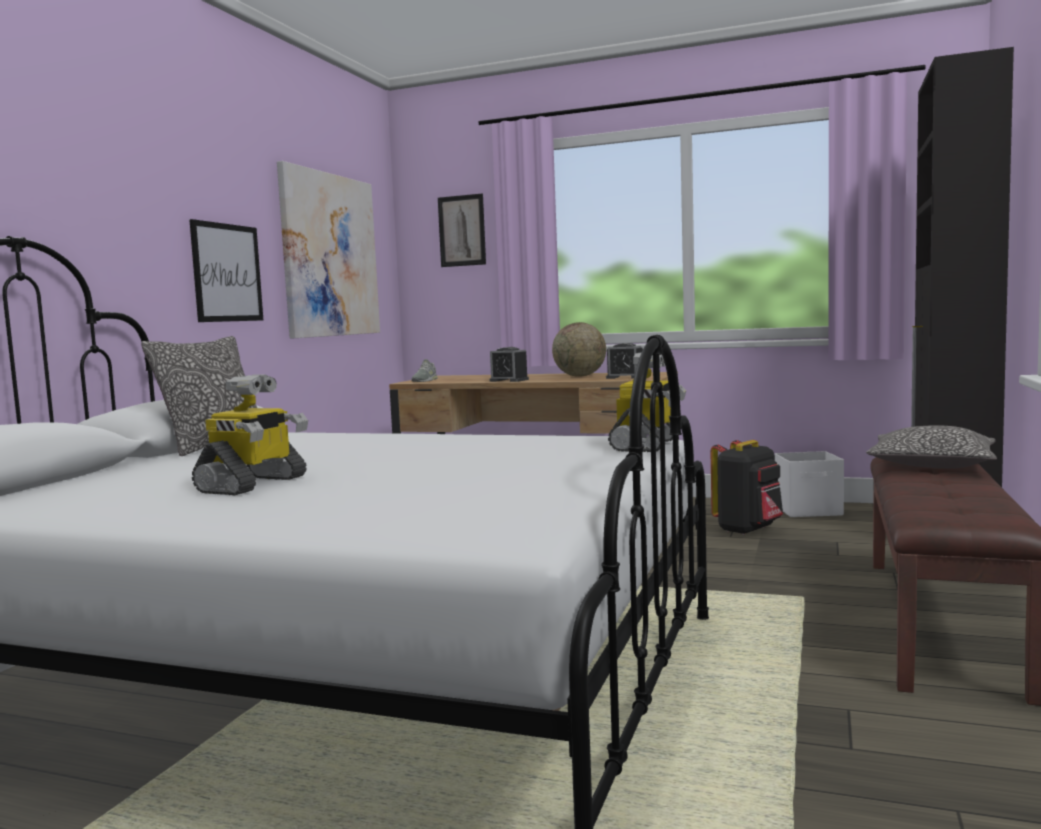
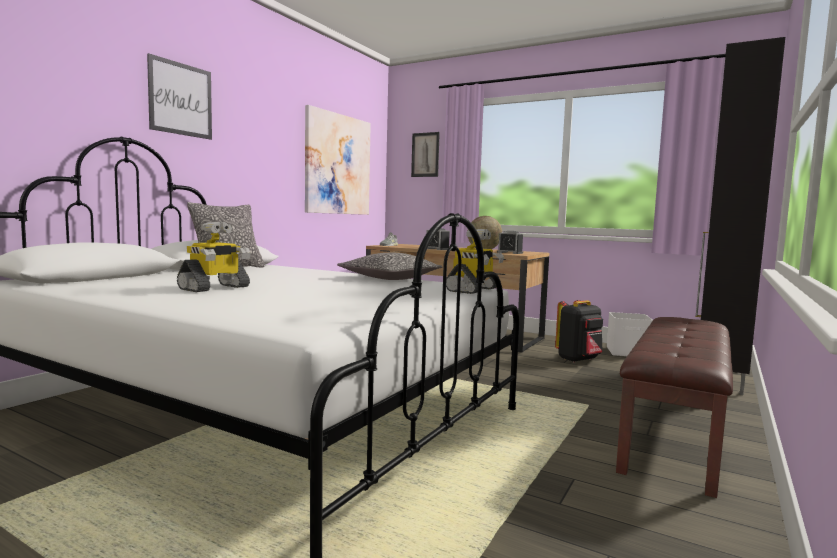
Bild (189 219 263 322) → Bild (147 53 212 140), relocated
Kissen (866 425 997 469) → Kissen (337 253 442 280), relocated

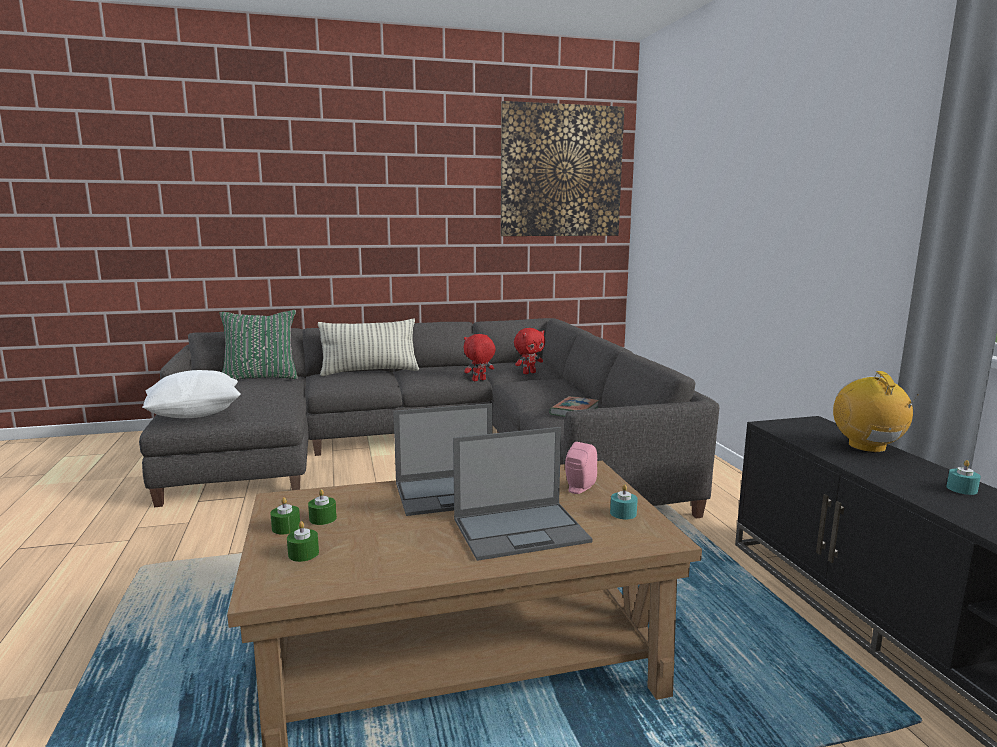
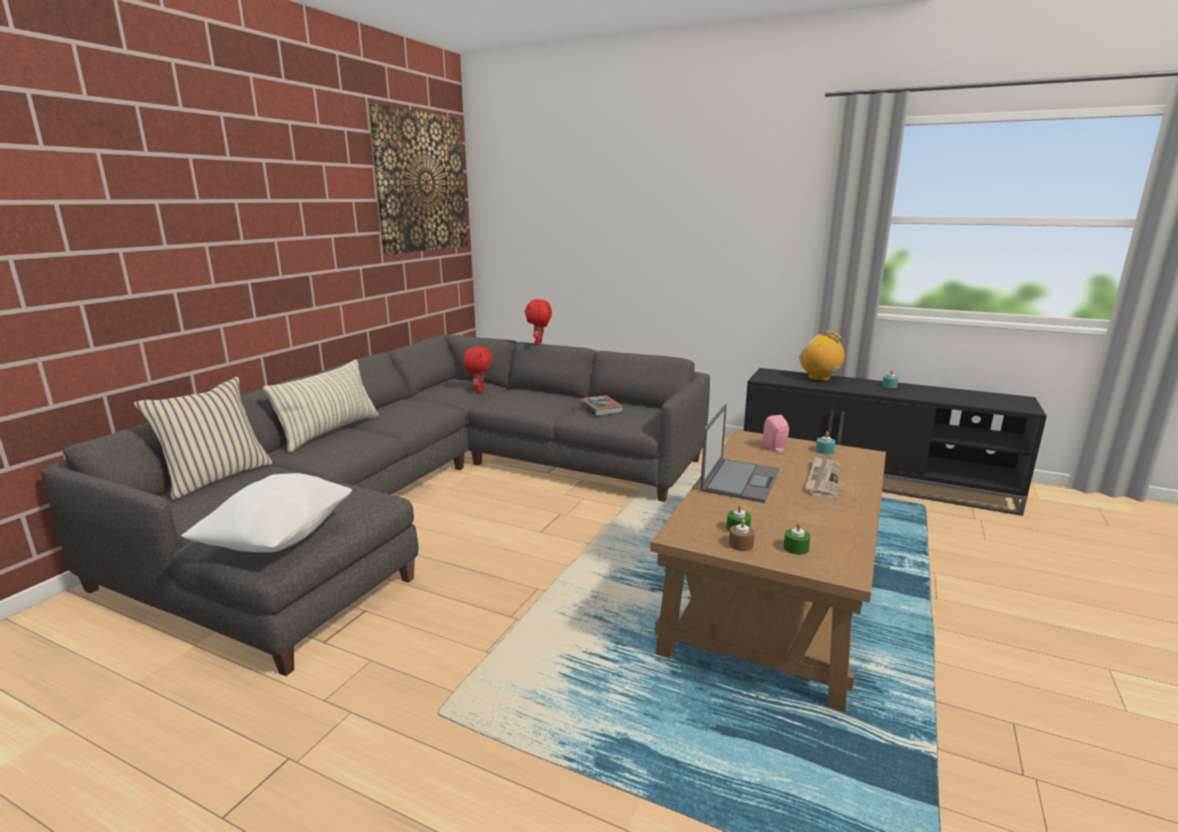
Kissen/grün (220 310 298 380) → Kissen/beige (133 377 273 500)
Plüschtier/rot (464 334 496 381) → Plüschtier/rot (525 299 552 345), relocated
Kerze/grün (270 497 300 534) → Kerze/braun (729 519 755 551)
Laptop (453 427 593 561) → Zeitung (805 456 840 499)

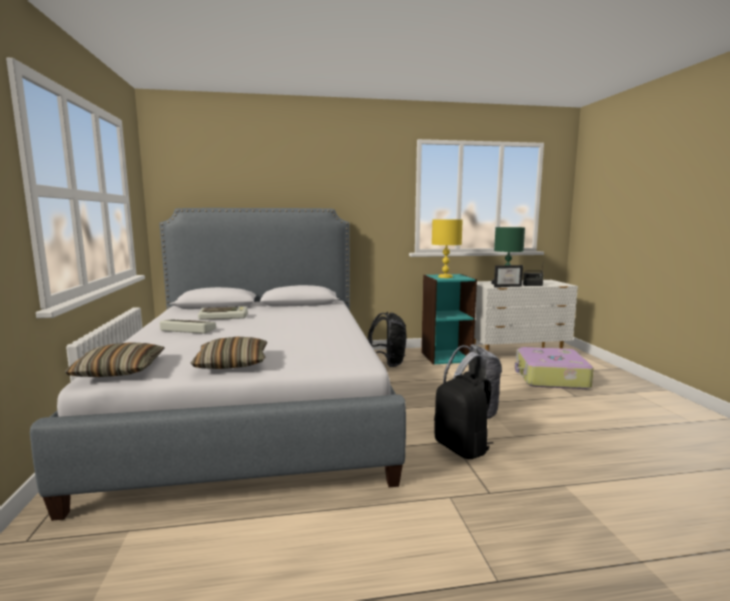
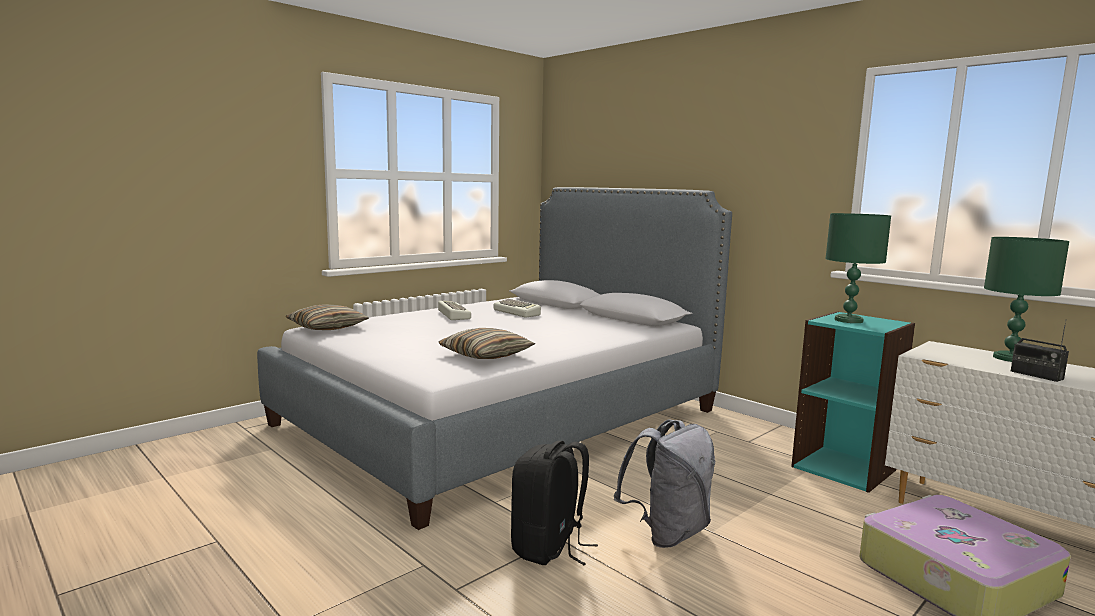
Kissen (191 337 267 369) → Kissen (438 328 535 359), relocated
Tischlampe/gelb (432 219 463 278) → Tischlampe/grün (825 213 891 323)
Rucksack/schwarz (368 312 406 367) → -
Bilderrahmen (491 265 523 287) → -

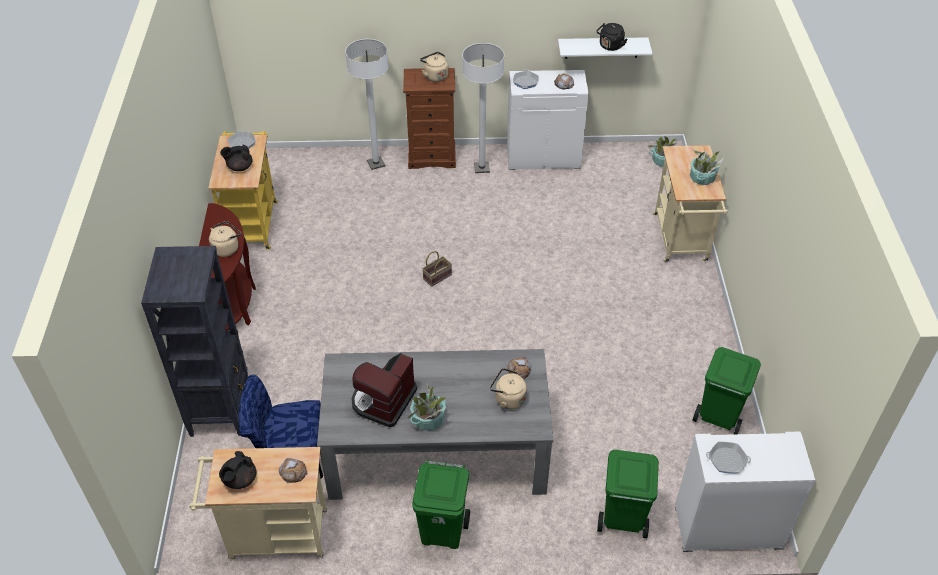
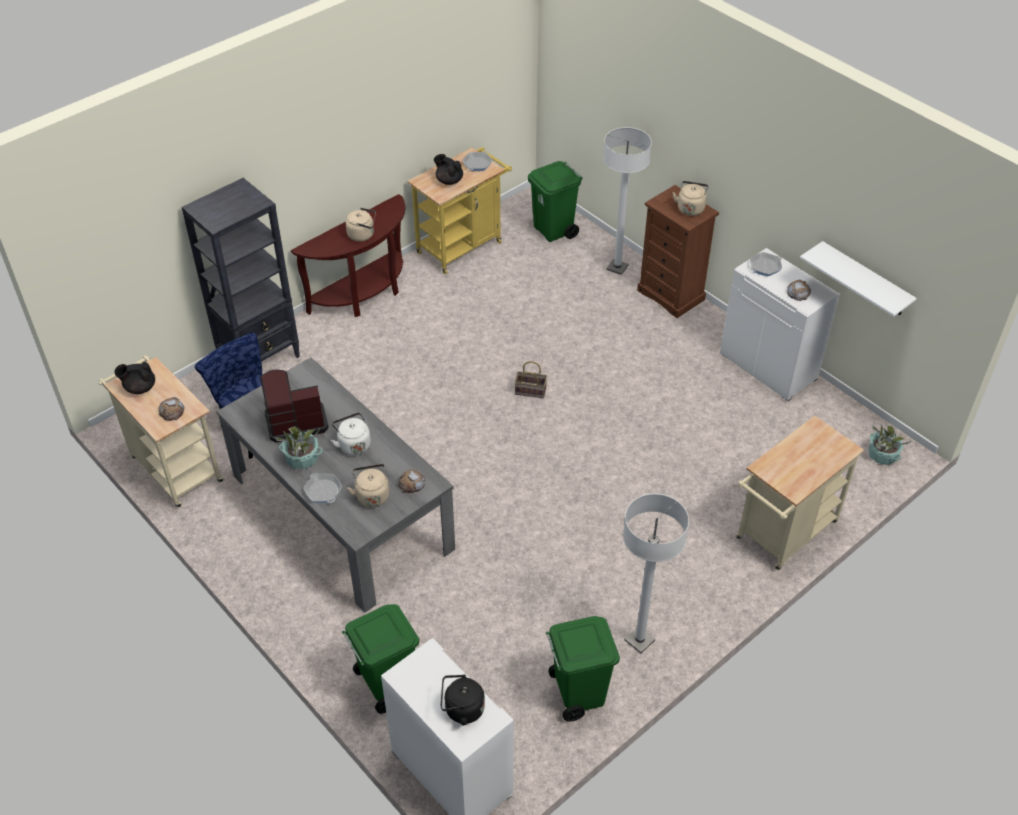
Pfanne (706 442 751 474) → Pfanne (303 473 342 503), relocated
- → Wasserkessel/weiß (331 412 371 455)
Wasserkessel/schwarz (597 23 627 51) → Wasserkessel/schwarz (441 675 485 726), relocated
Mülleimer/grün (412 460 470 549) → Mülleimer/grün (528 161 583 242), relocated
Stehlampe/weiß (462 43 504 173) → Stehlampe/weiß (623 493 689 653), relocated
Topfpflanze (690 149 723 185) → -

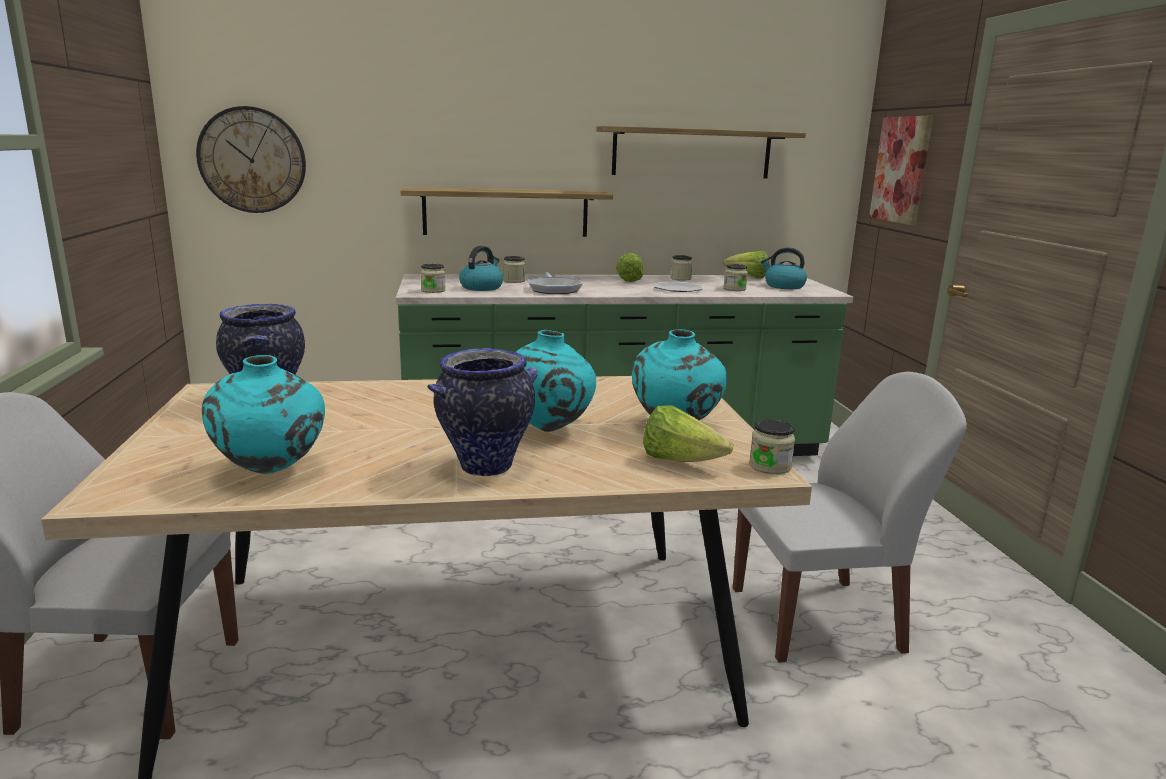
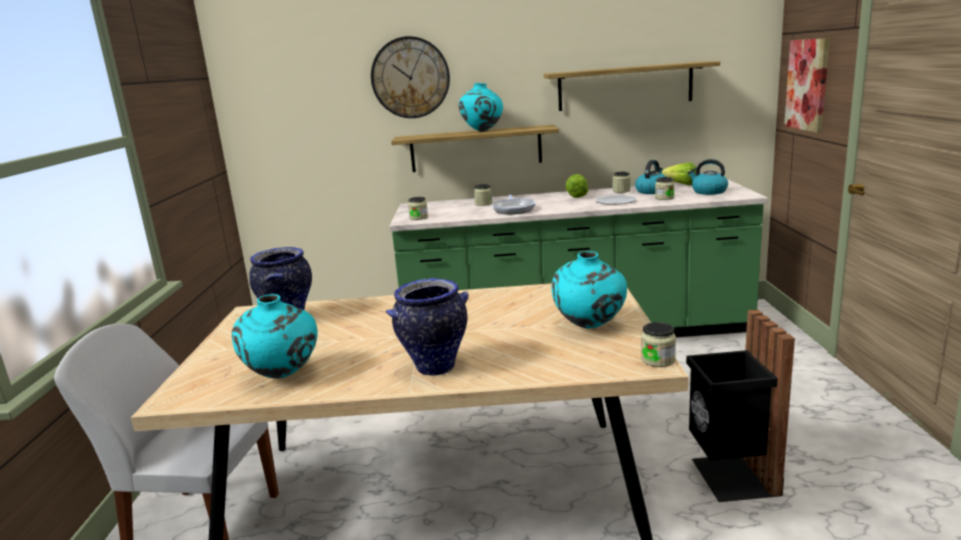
Wanduhr (196 106 306 213) → Wanduhr (371 36 450 118), relocated
Vase/türkis (516 330 596 432) → Vase/türkis (459 83 503 132), relocated
Wasserkessel (459 246 503 291) → Wasserkessel (635 160 666 194), relocated
Stuhl/weiß (733 372 967 663) → Mülleimer/schwarz (686 309 795 502)
Salatkopf (643 405 733 462) → -

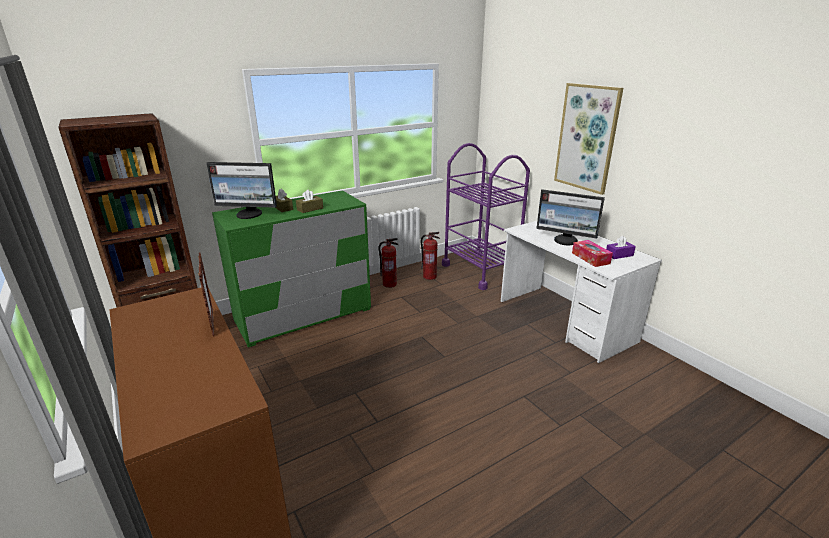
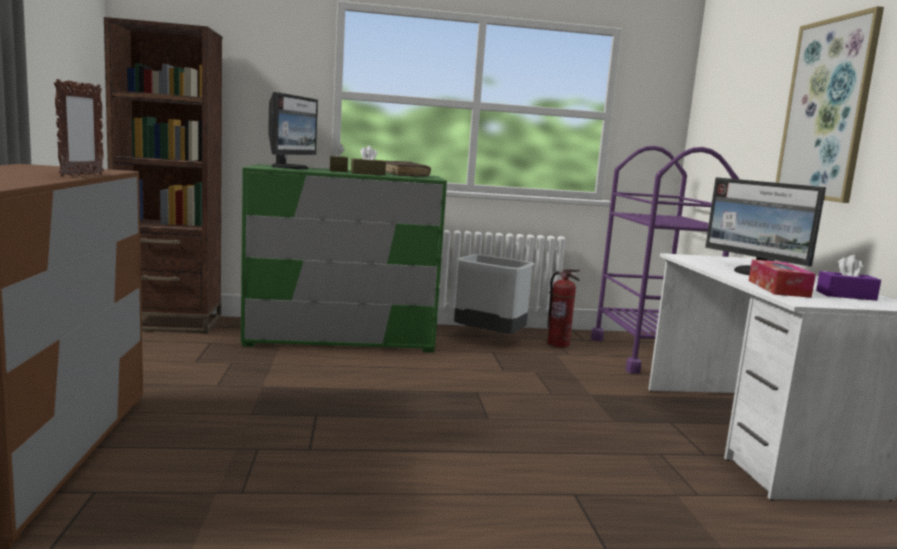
Monitor (206 162 277 219) → Monitor (268 92 318 169), 105 degrees counterclockwise
- → Buch/braun (386 160 431 177)
Feuerlöscher (378 238 398 288) → Mülleimer/grau (454 254 534 333)

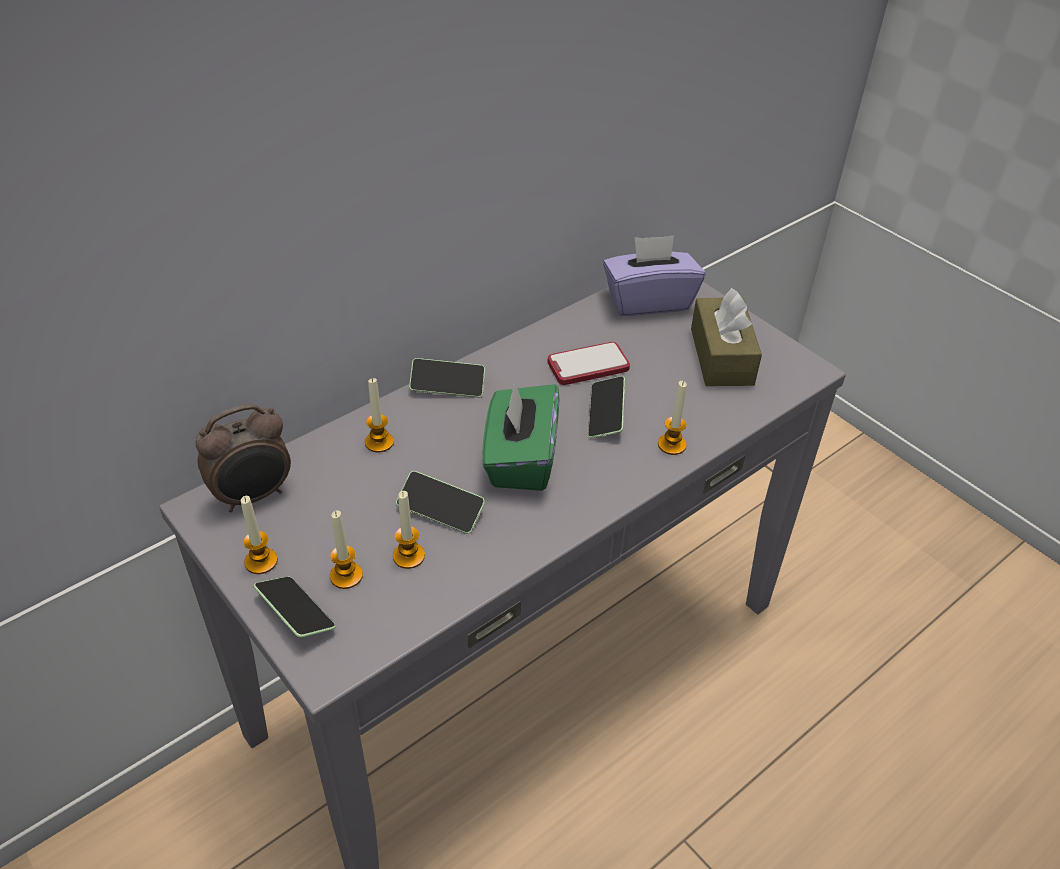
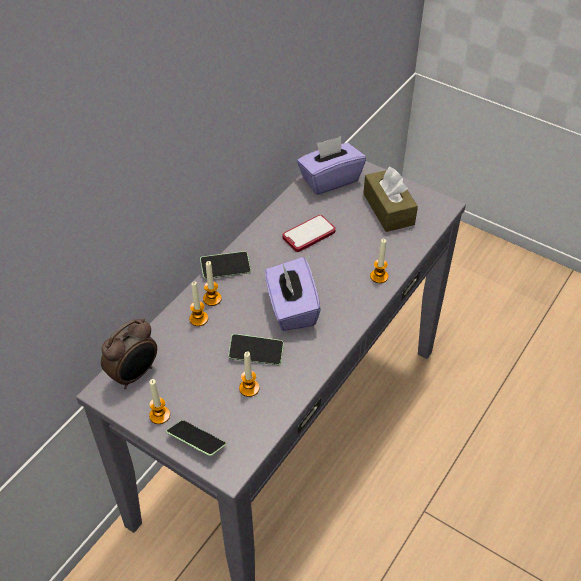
Kerze (330 510 363 589) → Kerze (203 261 222 306), relocated
Taschentuchbox/grün (482 381 560 491) → Taschentuchbox/lila (265 257 321 331)
Handy (588 376 625 439) → -

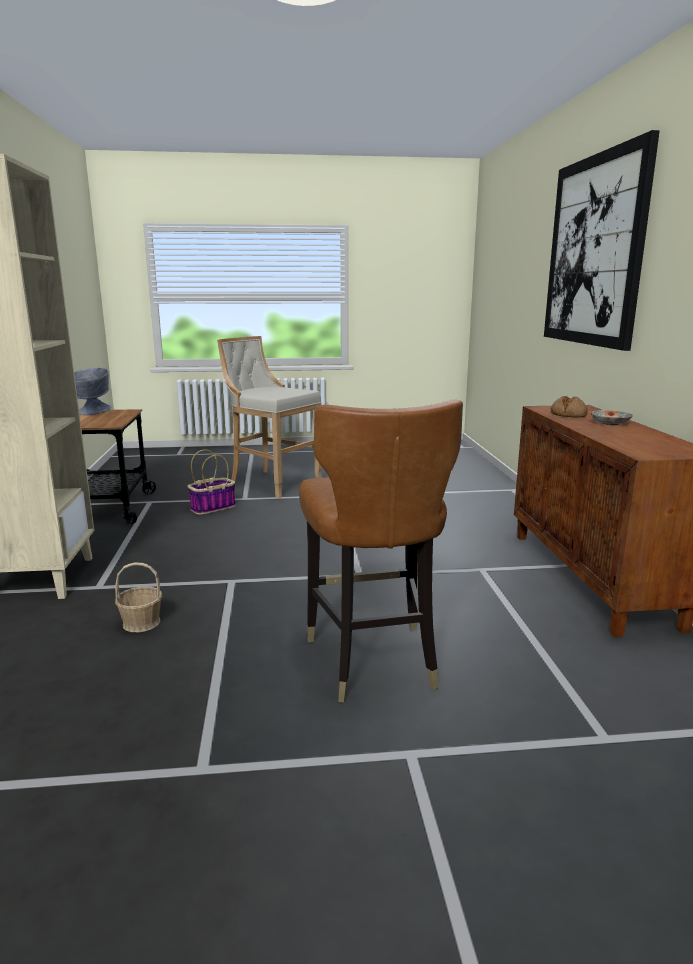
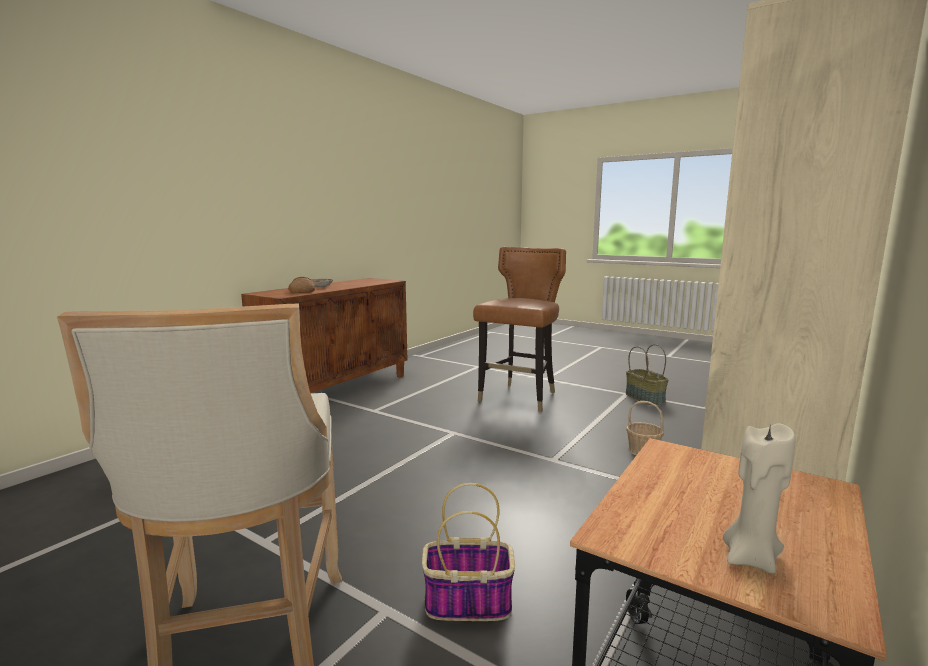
- → Korb (626 344 668 405)
Schüssel/grau (74 368 111 415) → Kerze/beige (723 423 796 574)
Bild (544 130 660 351) → -

